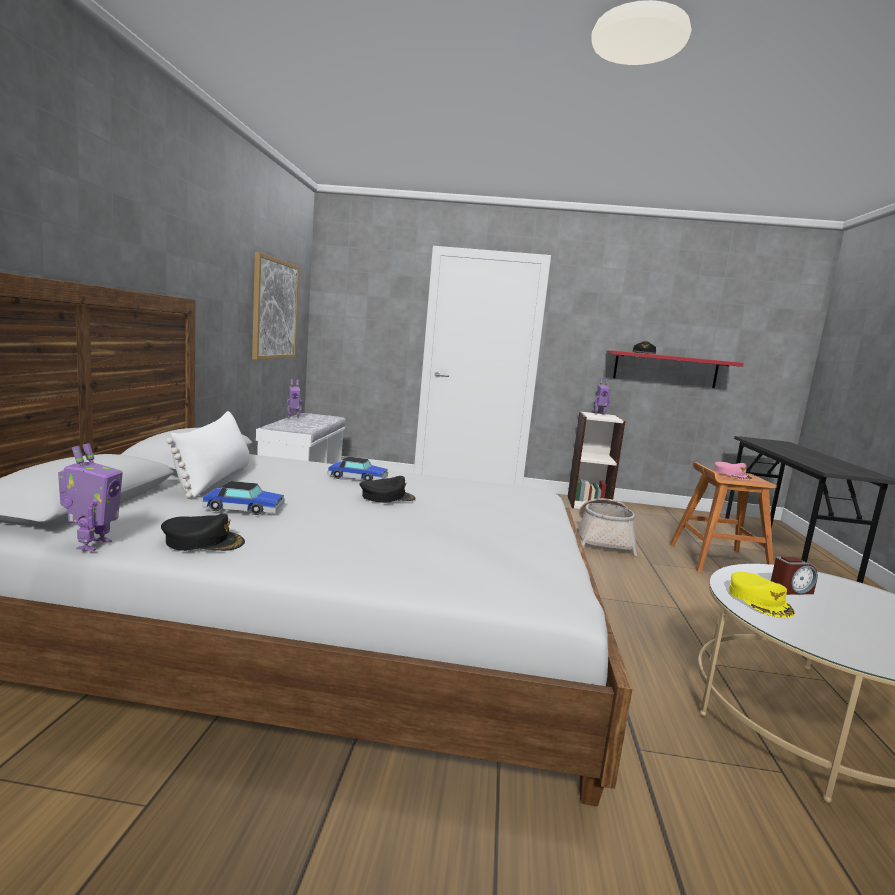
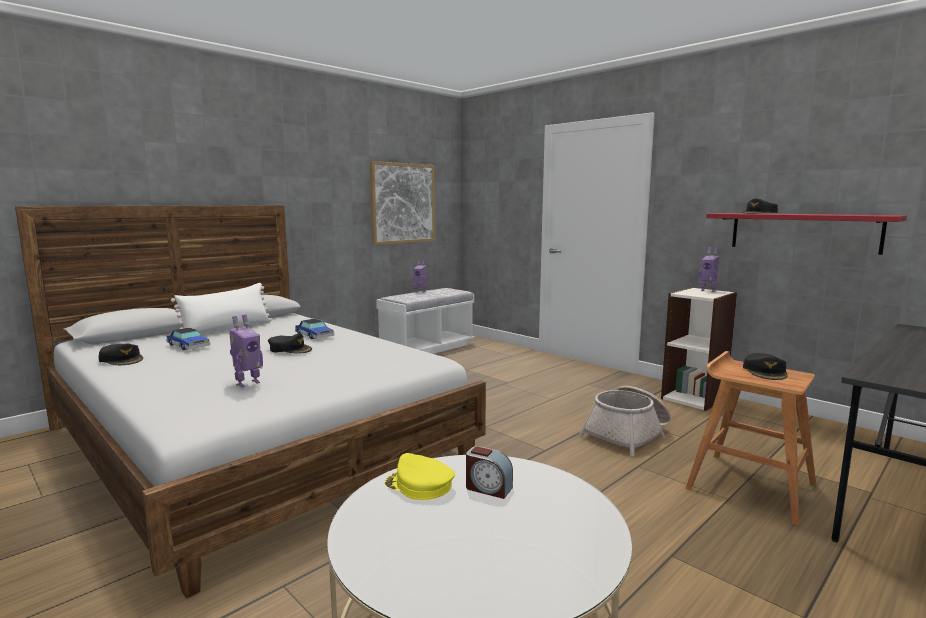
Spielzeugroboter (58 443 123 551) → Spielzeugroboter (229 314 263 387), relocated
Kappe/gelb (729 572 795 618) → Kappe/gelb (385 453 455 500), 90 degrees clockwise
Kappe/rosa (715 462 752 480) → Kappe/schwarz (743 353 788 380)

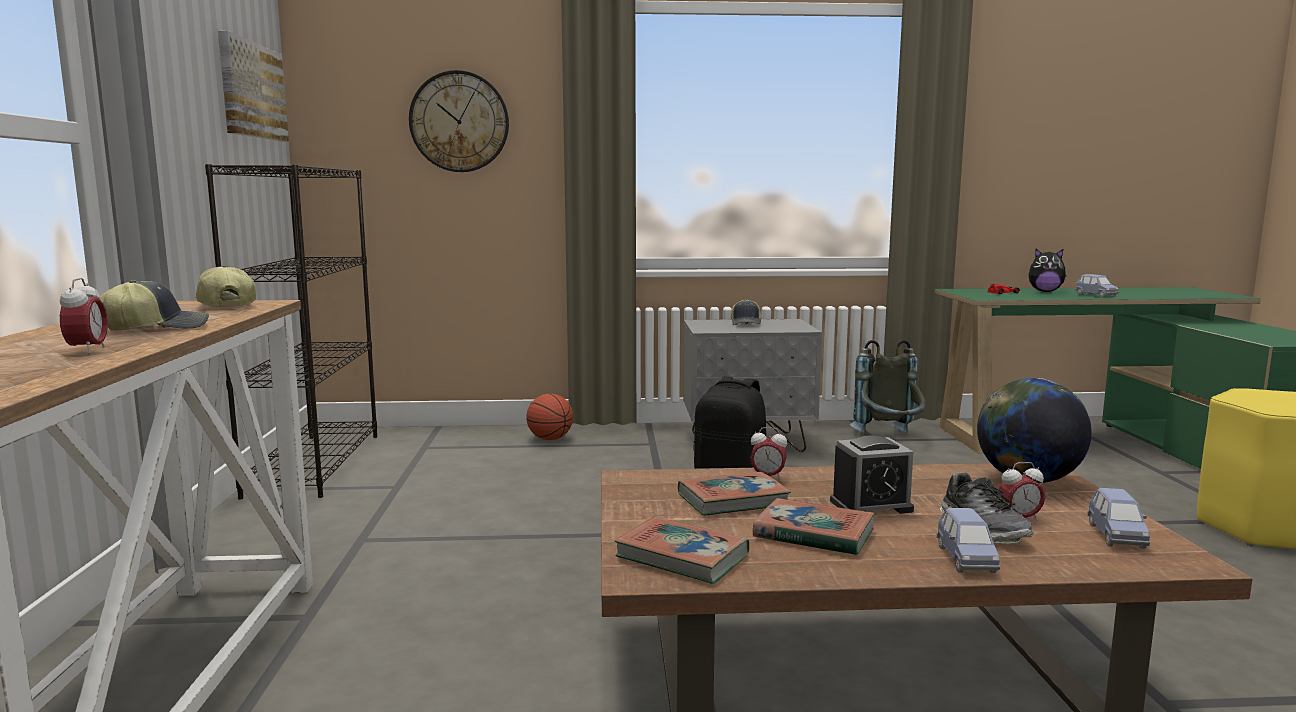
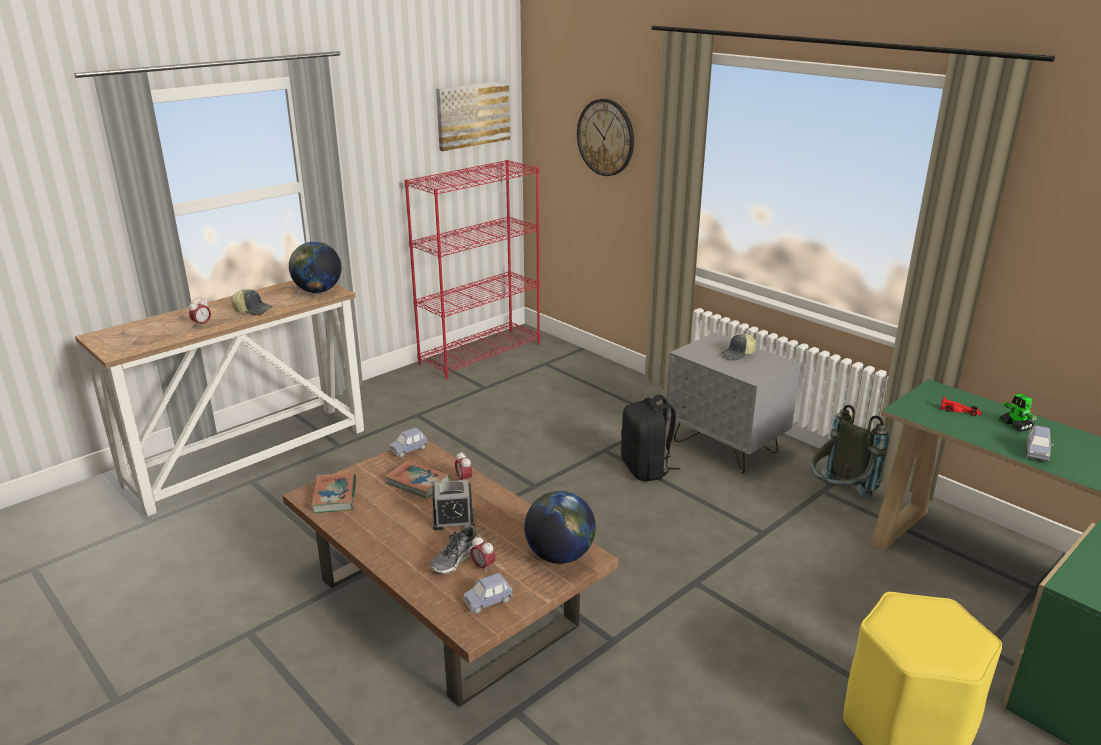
Kappe (196 265 256 307) → Globus (289 241 342 293)
Spielzeugauto/blau (937 508 1000 573) → Spielzeugauto/blau (389 428 428 457), relocated
Bücherregal/schwarz (205 164 377 499) → Bücherregal/rot (404 160 540 380)
Wecker (830 436 914 514) → Wecker (432 480 475 530), 45 degrees counterclockwise
Plüschtier (1029 249 1066 292) → Spielzeugroboter (999 394 1037 432)
Basketball (526 394 573 440) → -
Buch (753 498 875 556) → -

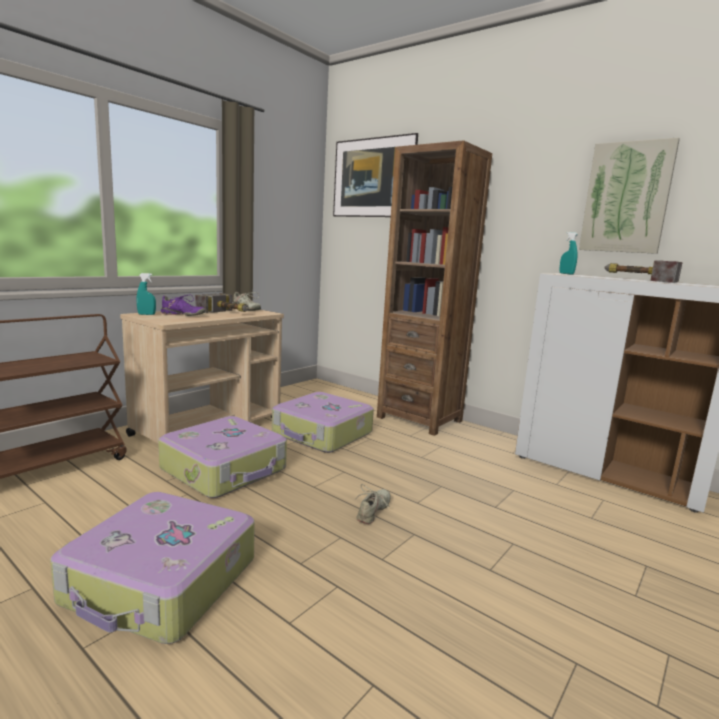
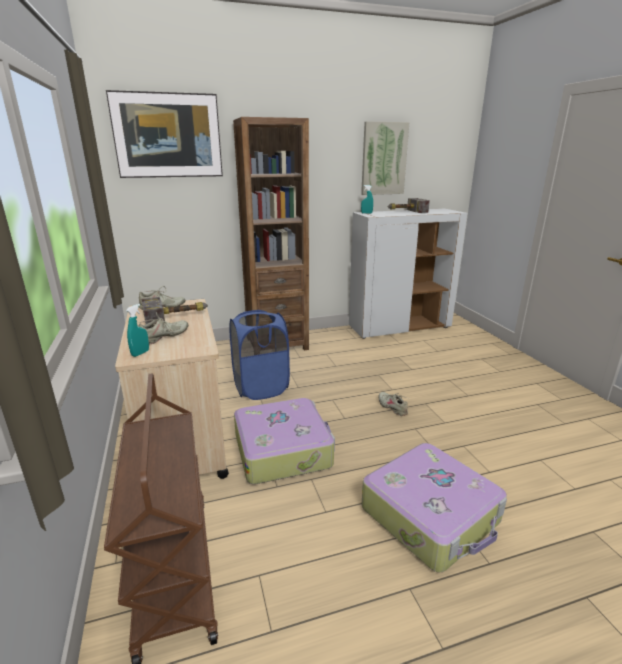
Schuh/lila (161 295 206 316) → Schuh/beige (138 312 188 345)
Koffer (272 392 374 453) → Wäschekorb/blau (229 310 290 400)

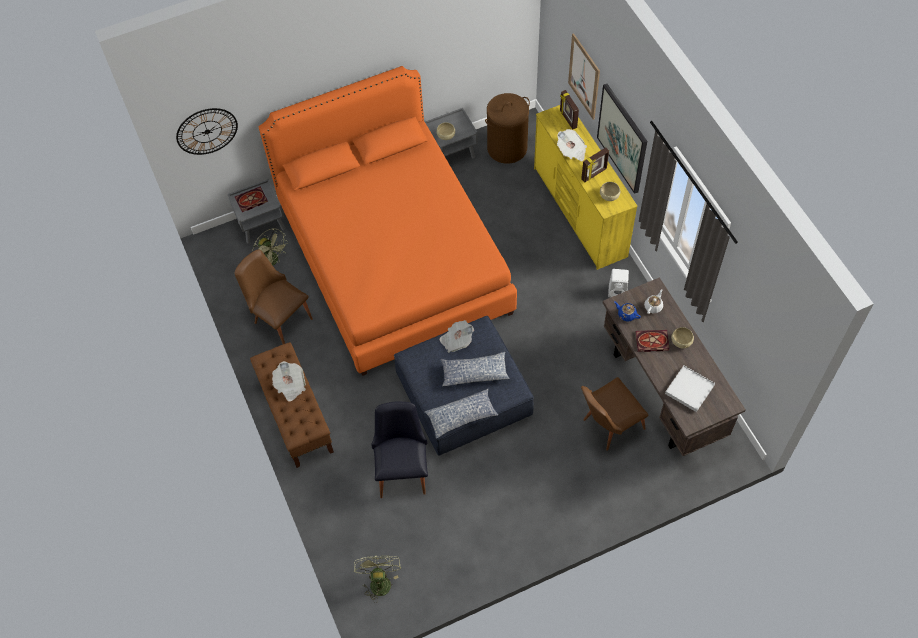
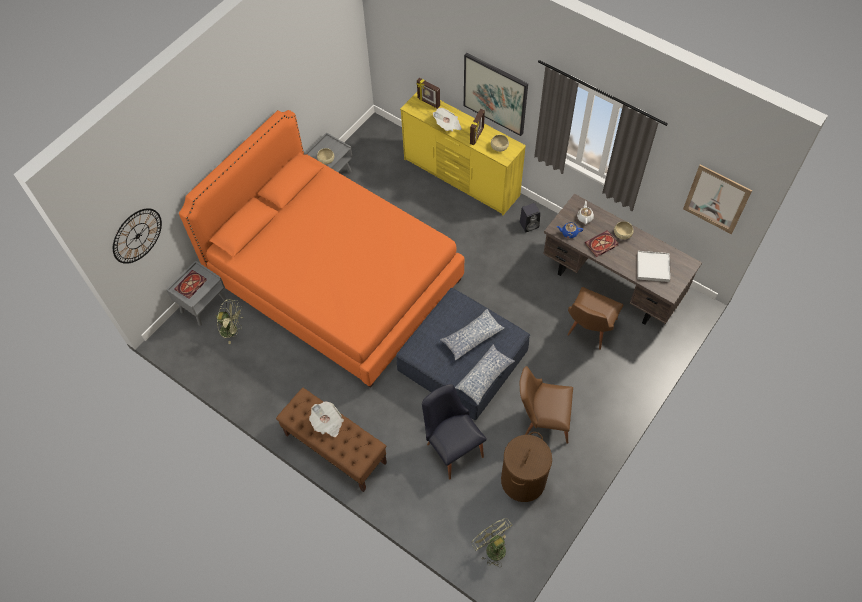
Wäschekorb/braun (485 93 530 164) → Wäschekorb/braun (501 432 552 502), relocated
Lautsprecher/weiß (608 269 629 298) → Lautsprecher/schwarz (520 203 540 232)
Stuhl/braun (235 250 313 344) → Stuhl/braun (520 366 573 444), relocated
Bild (568 33 600 120) → Bild (683 164 752 234), relocated
Zeitung (440 320 474 353) → -

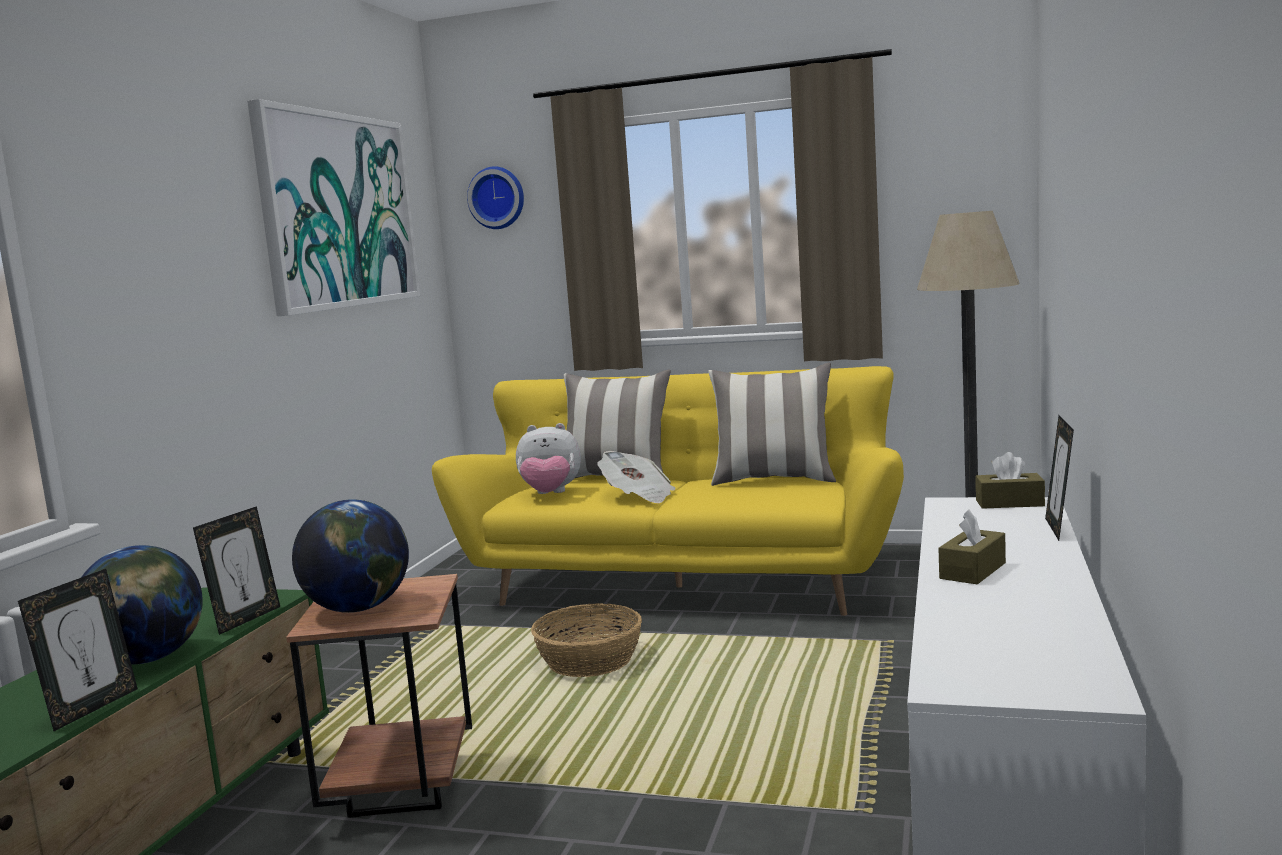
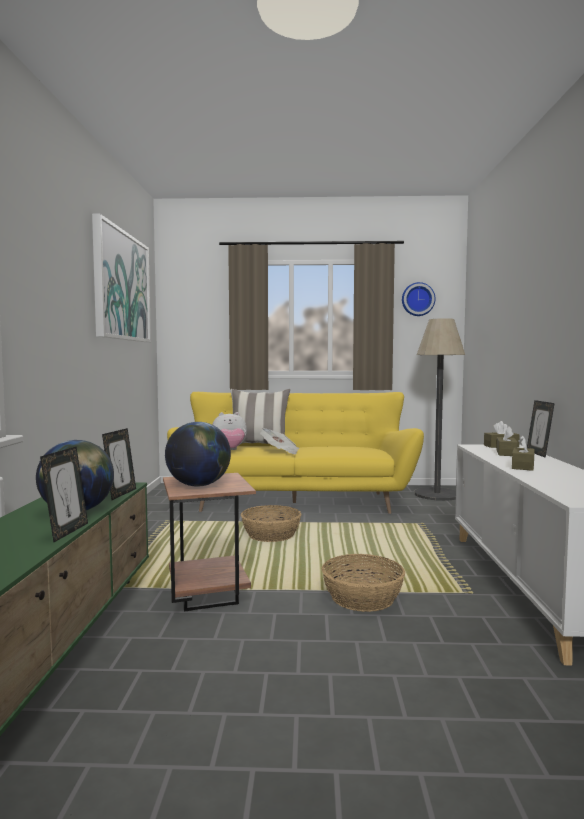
- → Korb (322 554 405 612)
Wanduhr (467 166 524 229) → Wanduhr (402 282 435 316), relocated
- → Taschentuchbox/braun (496 427 518 456)
Kissen (709 363 836 486) → -

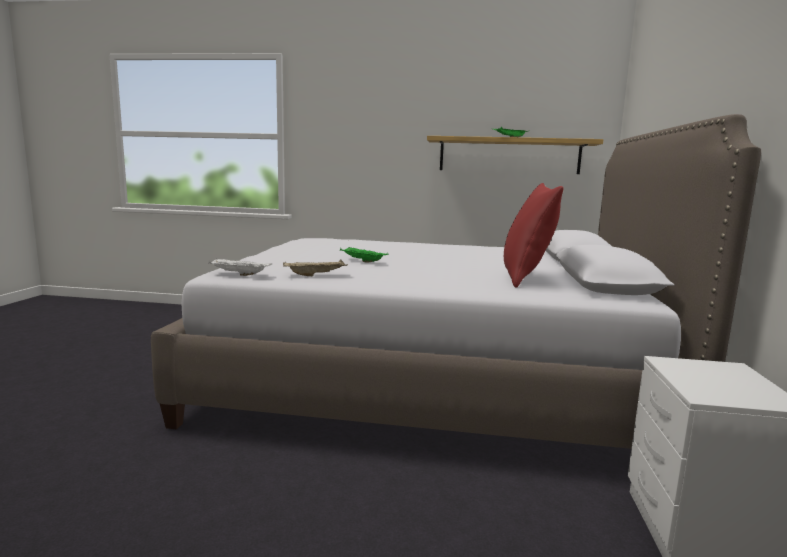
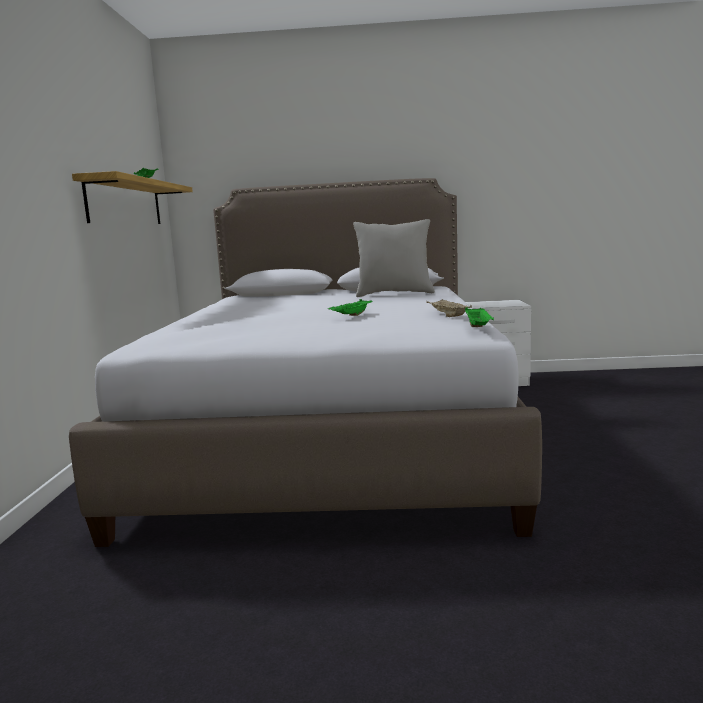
Kissen/rot (504 183 563 288) → Kissen/grau (353 219 435 297)
Tablett/weiß (208 258 272 276) → Tablett/grün (465 307 494 327)

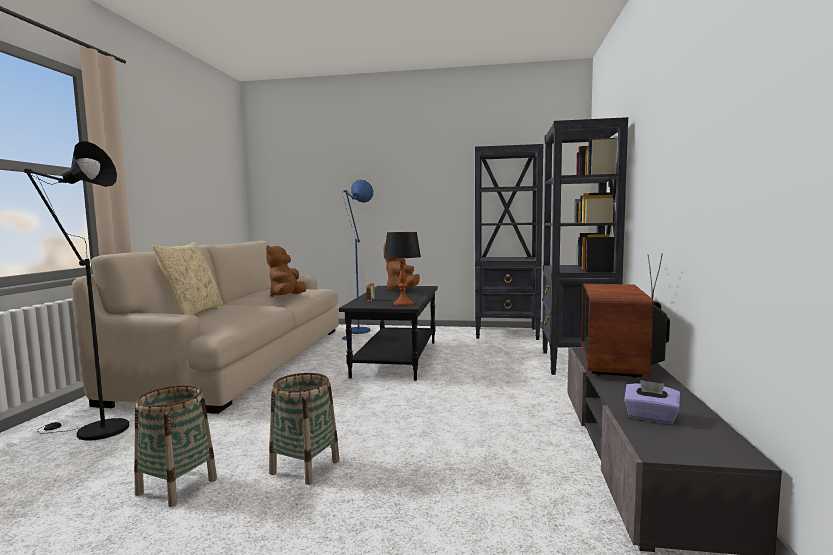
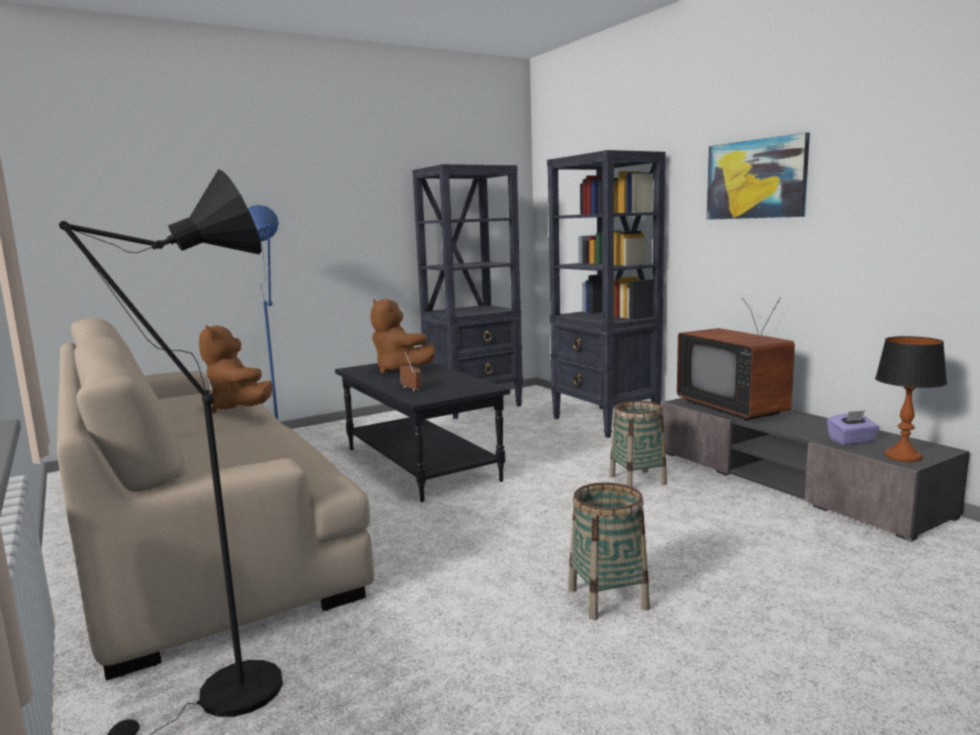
Korb (134 385 217 507) → Korb (609 401 667 487), relocated
- → Bild (707 132 810 220)
Tischlampe (384 232 421 306) → Tischlampe (875 336 947 462), relocated
Kissen/beige (152 242 223 315) → -

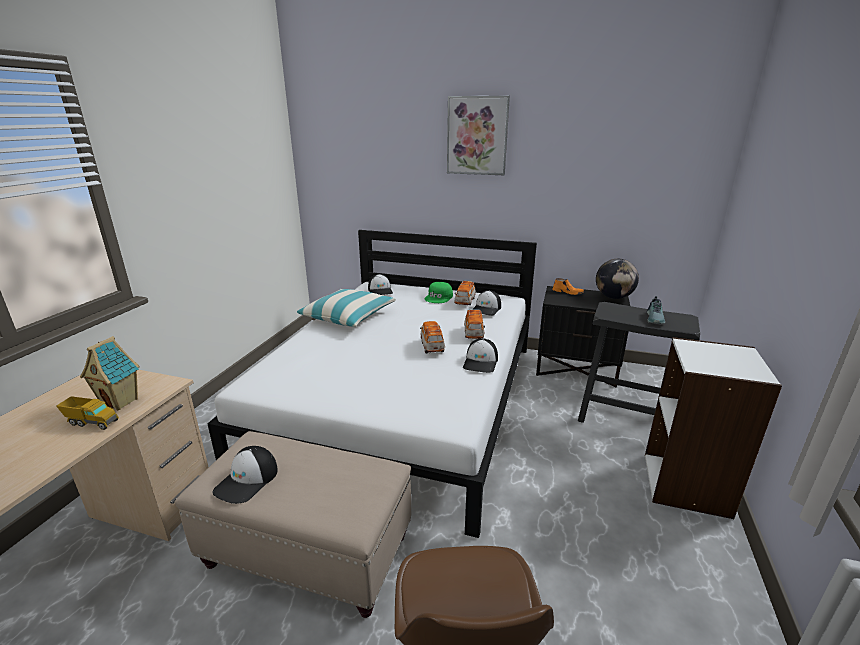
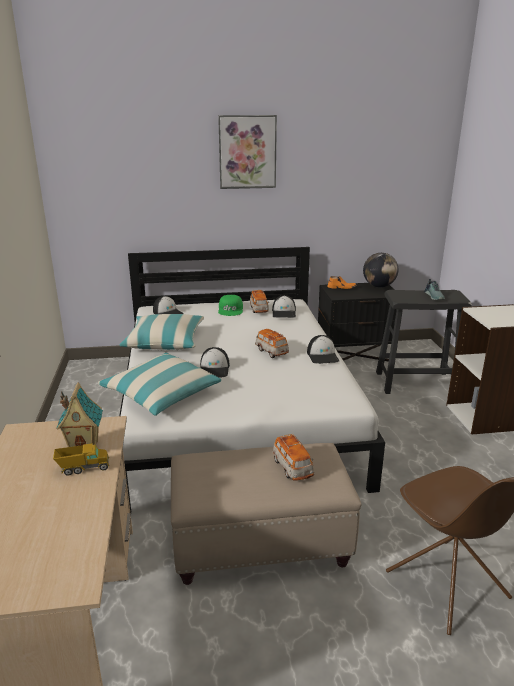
- → Kissen (98 353 221 416)
Kappe (212 446 278 504) → Kappe (200 347 230 377), relocated
Spielzeugauto (464 309 485 339) → Spielzeugauto (273 434 314 481), relocated

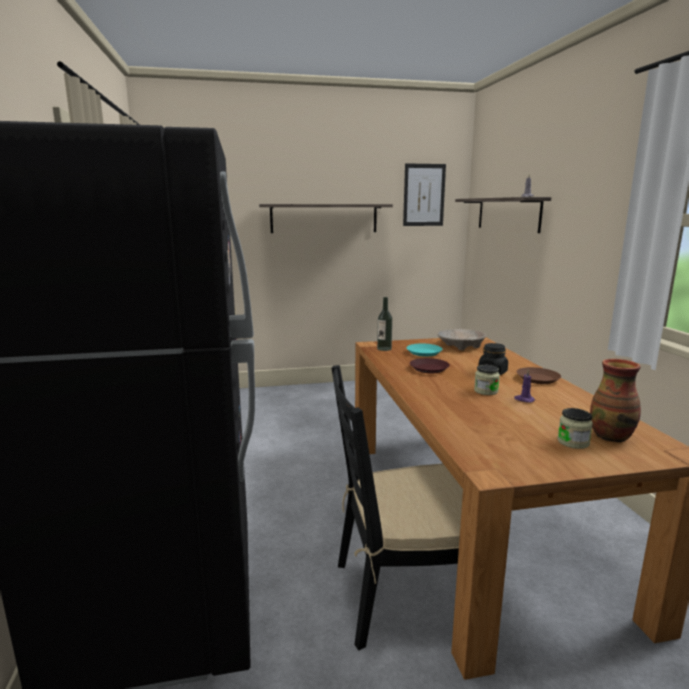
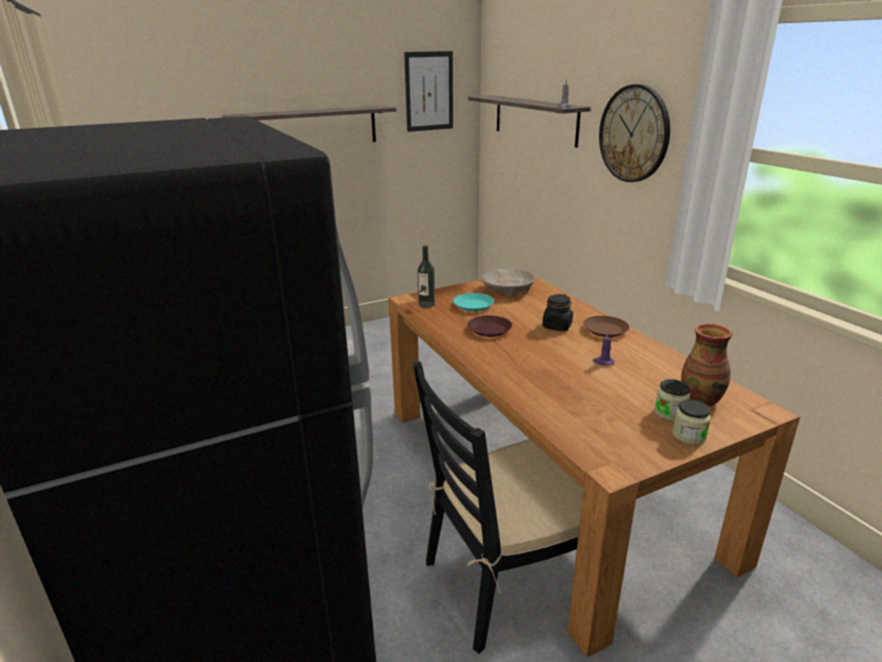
- → Wanduhr (599 84 670 182)
Vorratsglas (474 365 500 395) → Vorratsglas (672 400 711 445), relocated

